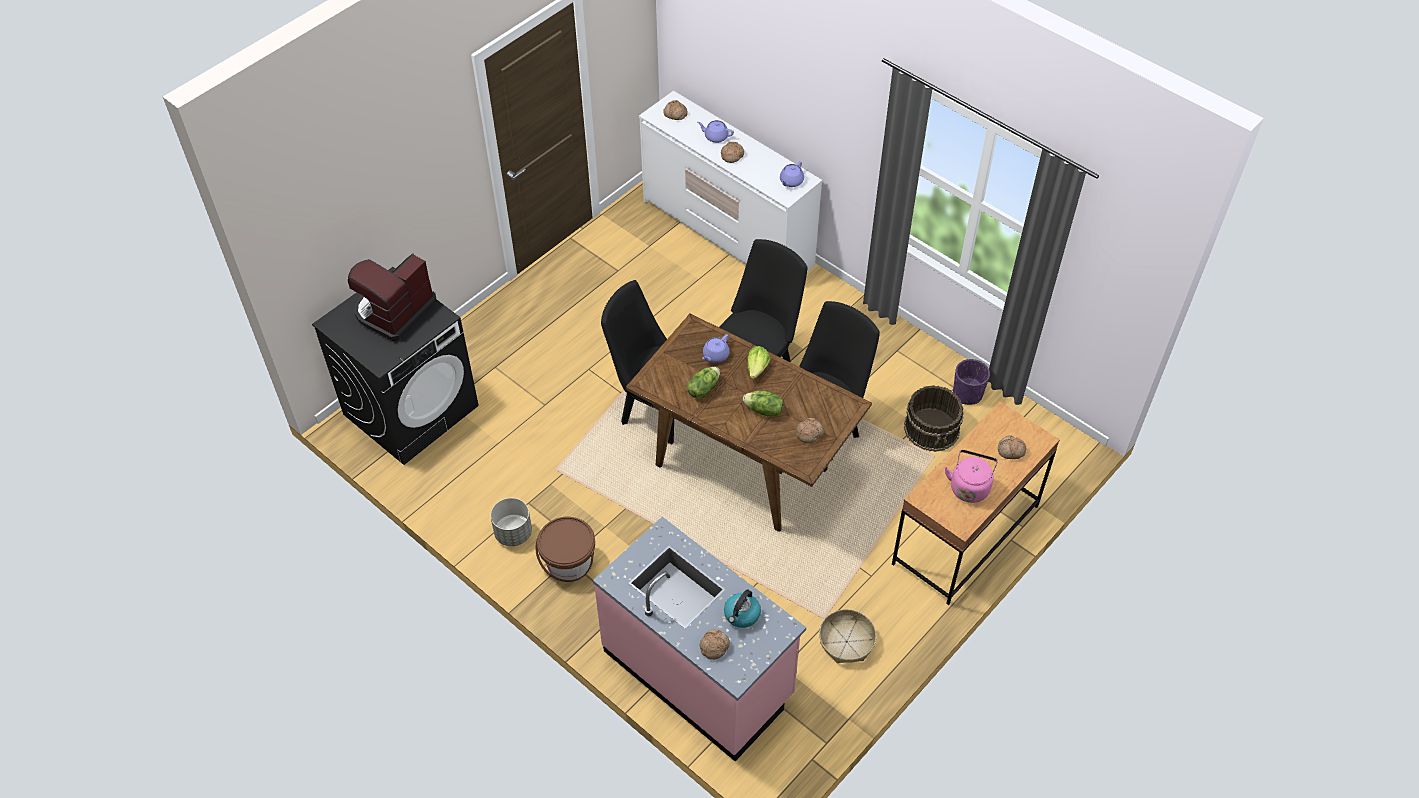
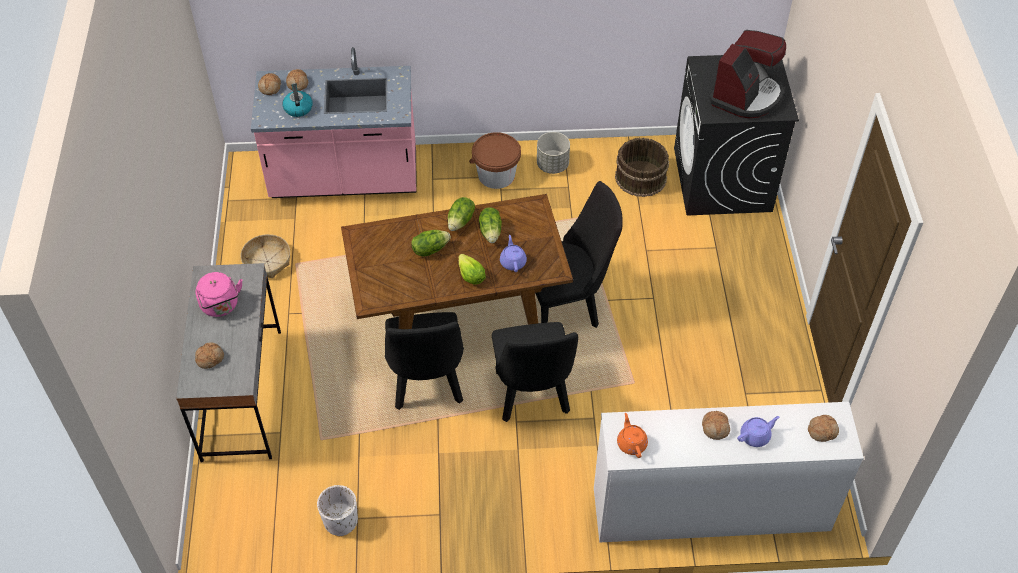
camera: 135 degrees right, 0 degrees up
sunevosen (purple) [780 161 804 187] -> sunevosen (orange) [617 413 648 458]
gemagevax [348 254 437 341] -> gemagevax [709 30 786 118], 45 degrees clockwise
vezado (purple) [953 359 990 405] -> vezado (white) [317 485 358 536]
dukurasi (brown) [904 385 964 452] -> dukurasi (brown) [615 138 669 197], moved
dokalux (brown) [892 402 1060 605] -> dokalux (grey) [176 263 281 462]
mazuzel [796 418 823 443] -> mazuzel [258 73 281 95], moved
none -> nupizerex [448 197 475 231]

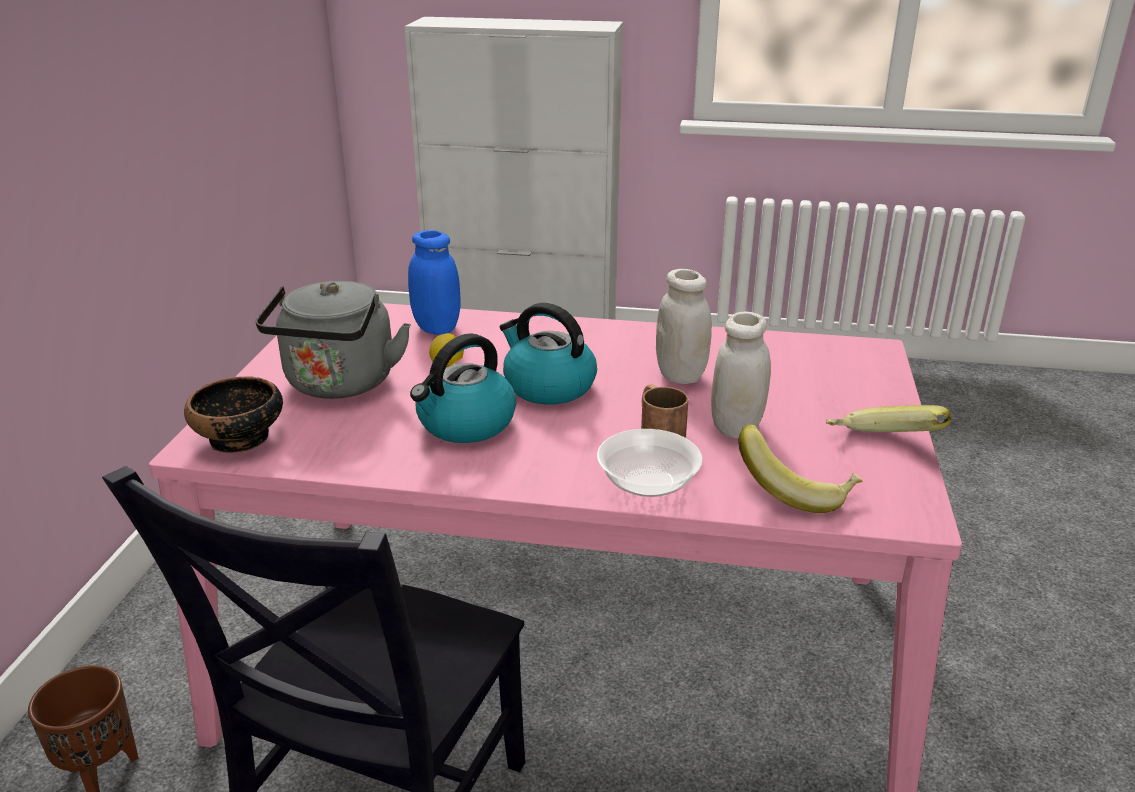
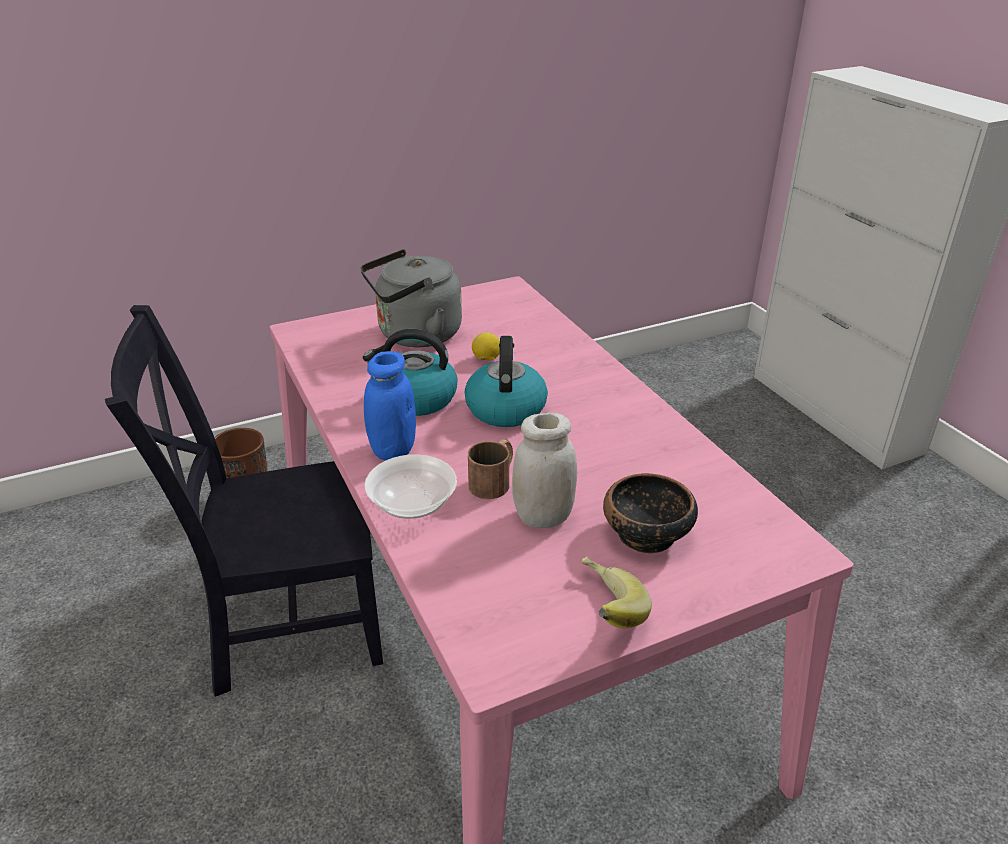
camera: 55 degrees right, 5 degrees up
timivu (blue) [408 230 460 335] -> timivu (blue) [364 351 416 461], moved
timivu (white) [656 269 712 384] -> none
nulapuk [184 376 283 453] -> nulapuk [603 473 698 553], moved
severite [738 424 863 513] -> none

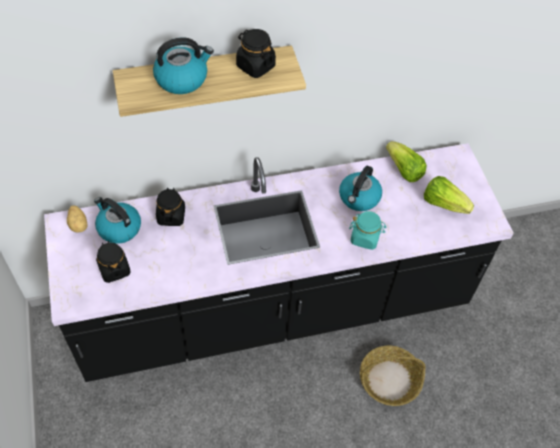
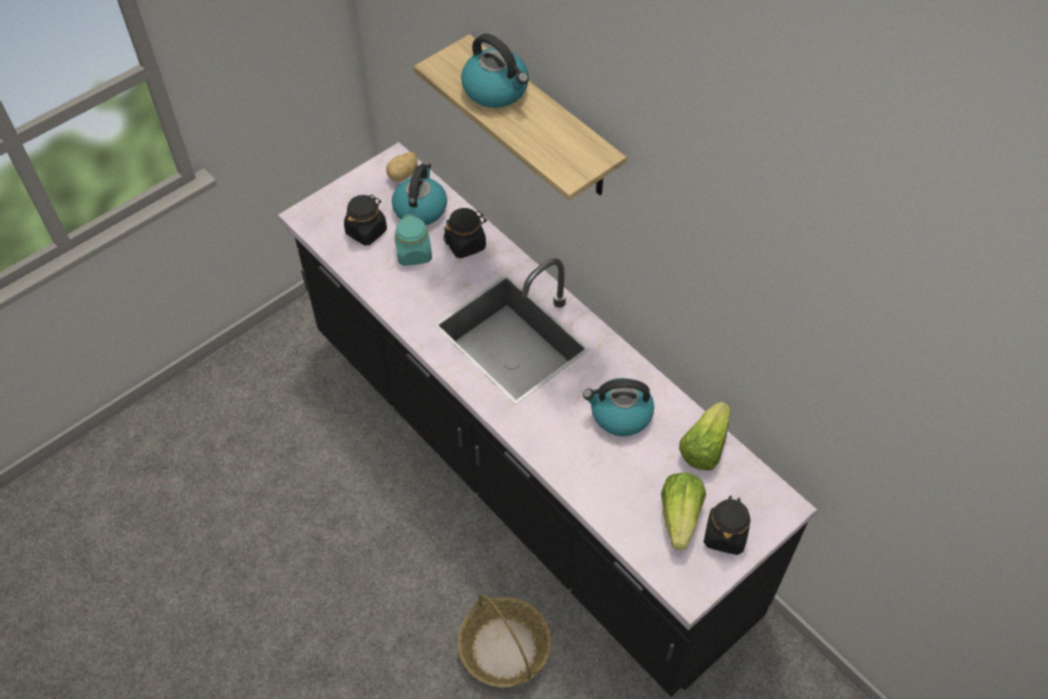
camera: 65 degrees right, 0 degrees up
timivu (black) [236 29 276 78] -> timivu (black) [704 495 750 555], moved
timivu (turquoise) [349 211 387 250] -> timivu (turquoise) [394 214 432 266], moved

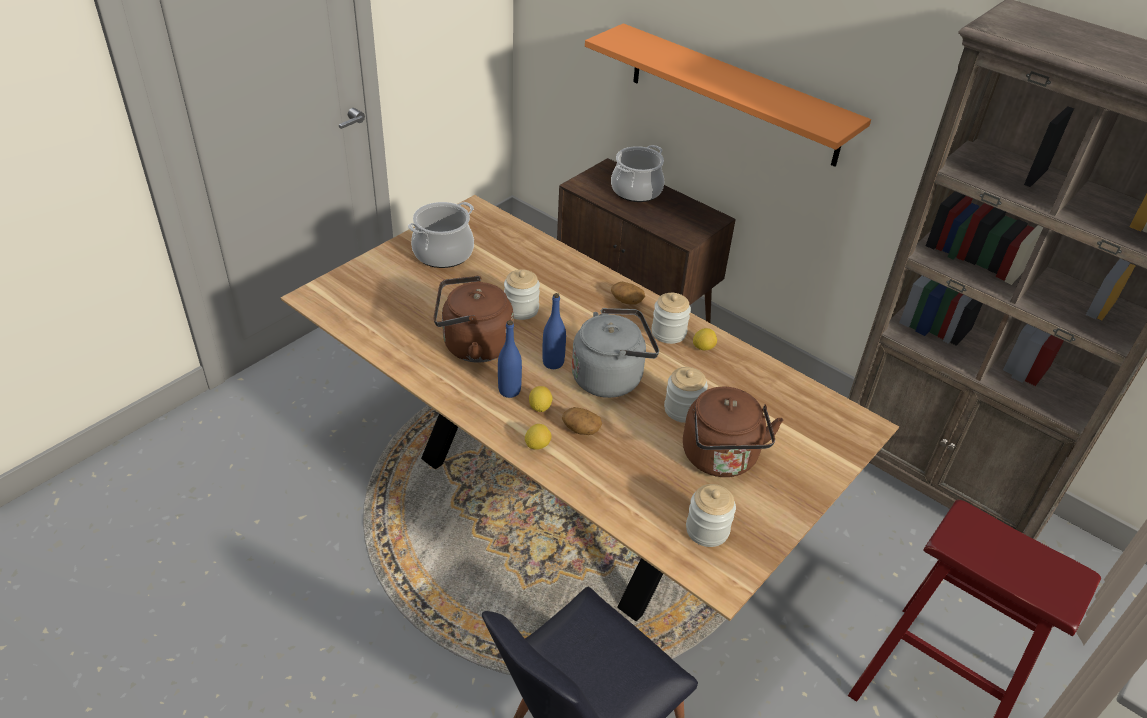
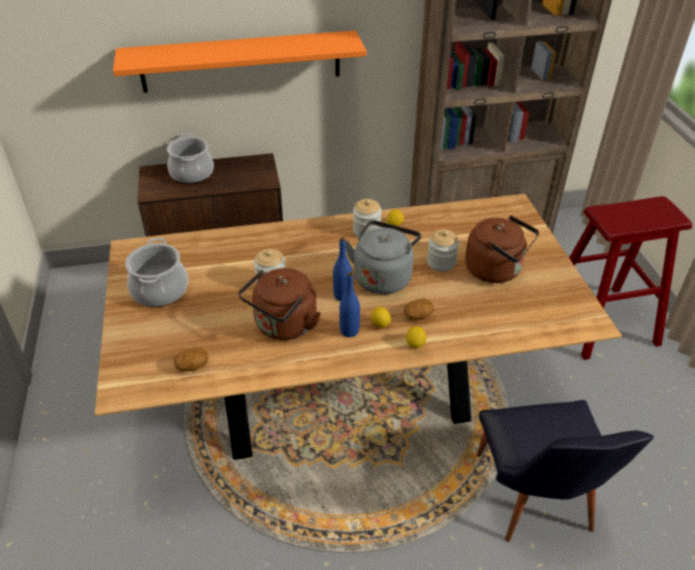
camera: 50 degrees left, 0 degrees up
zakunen [611 282 645 305] -> zakunen [174 348 208 371], moved
timivu [686 484 736 547] -> none

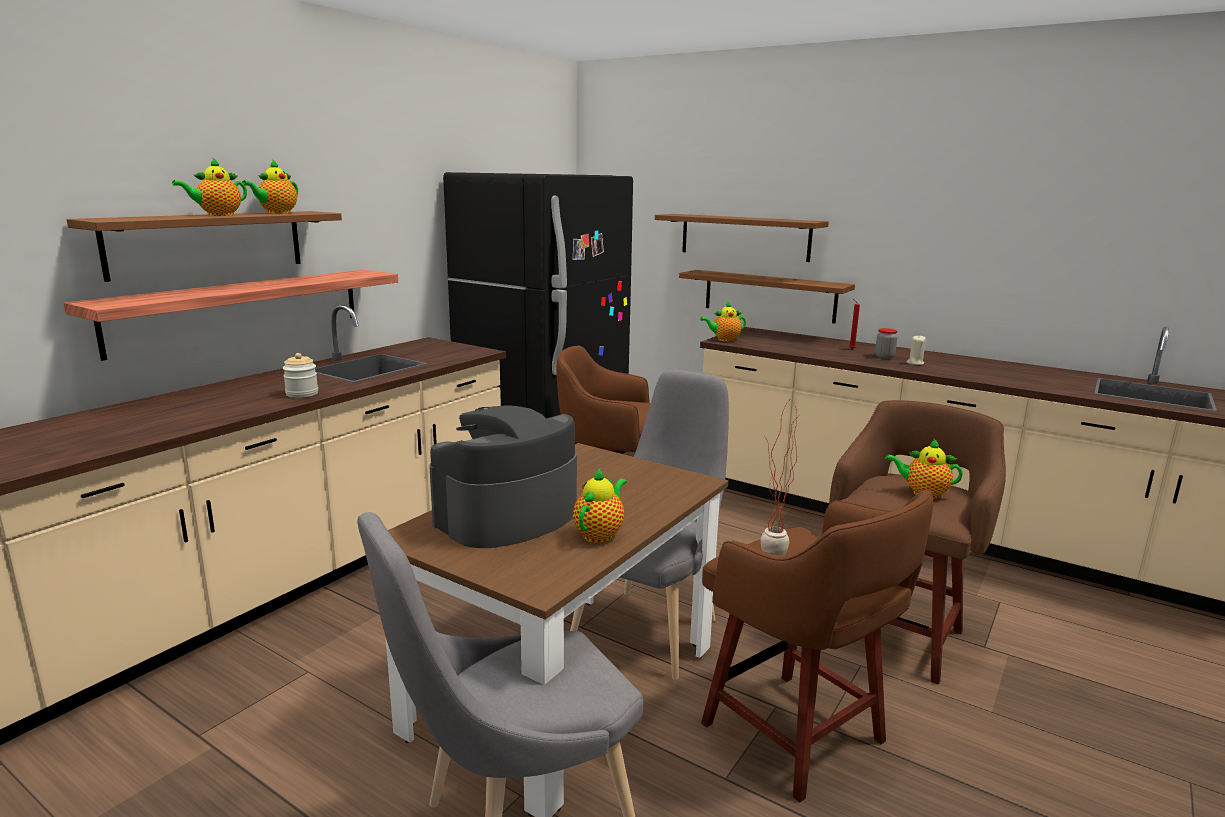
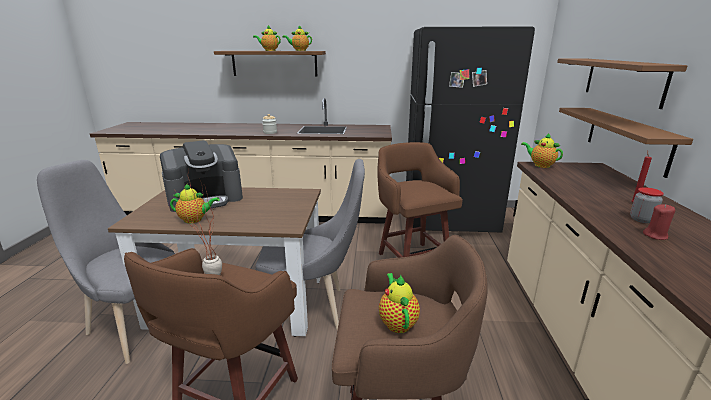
camera: 60 degrees right, 5 degrees up
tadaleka [64 270 398 361] -> none
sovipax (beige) [907 336 926 365] -> sovipax (red) [643 204 675 240]
gemagevax [429 405 577 548] -> gemagevax [160 140 243 212], 135 degrees clockwise

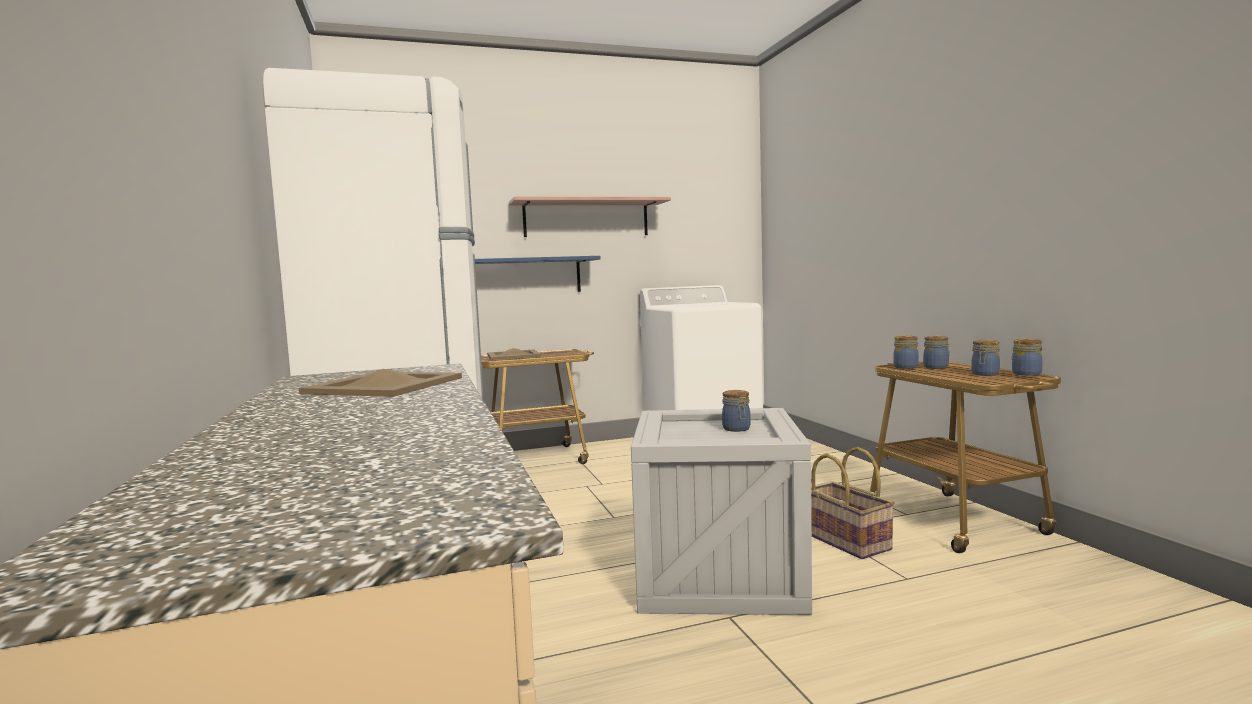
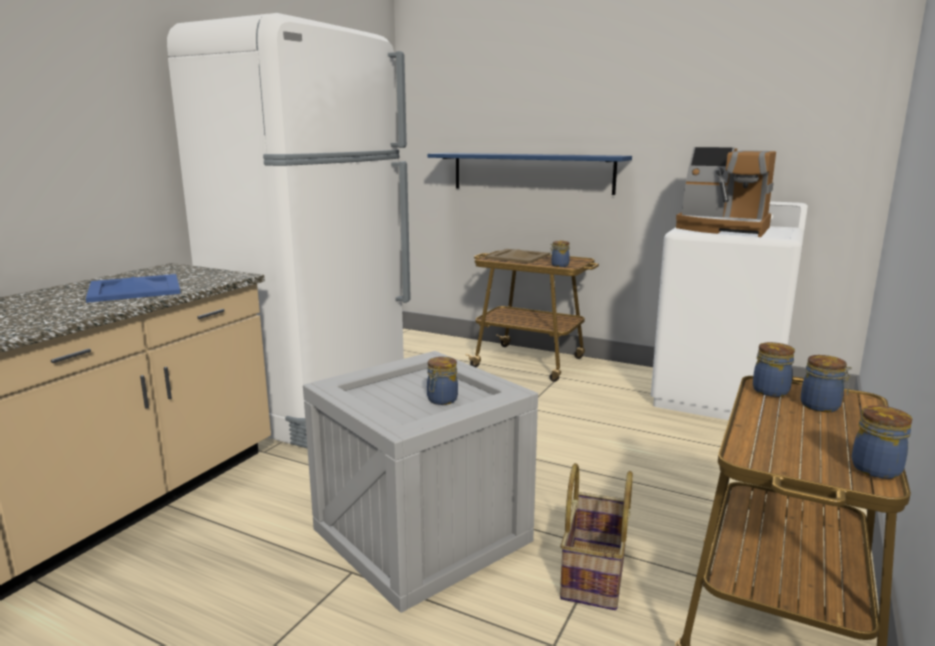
camera: 45 degrees right, 10 degrees up
tadaleka [509 196 671 237] -> none
timivu [971 339 1000 376] -> timivu [550 241 570 267], moved
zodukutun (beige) [299 369 462 397] -> zodukutun (blue) [86 274 181 303]
none -> gemagevax [676 147 776 237]

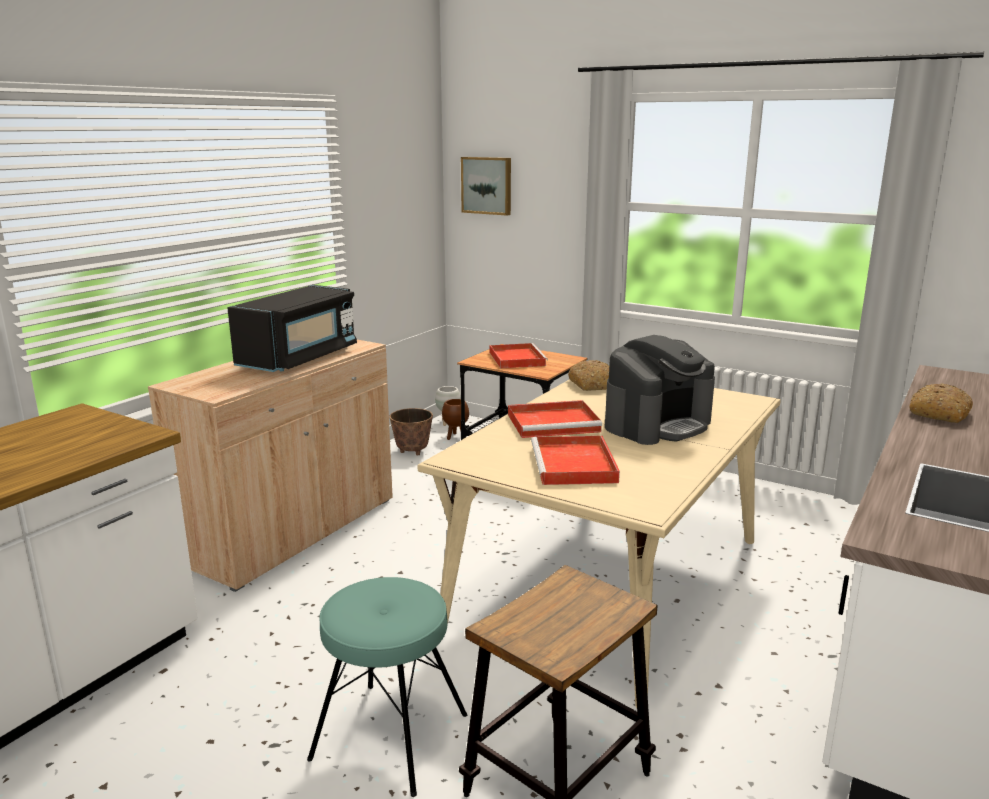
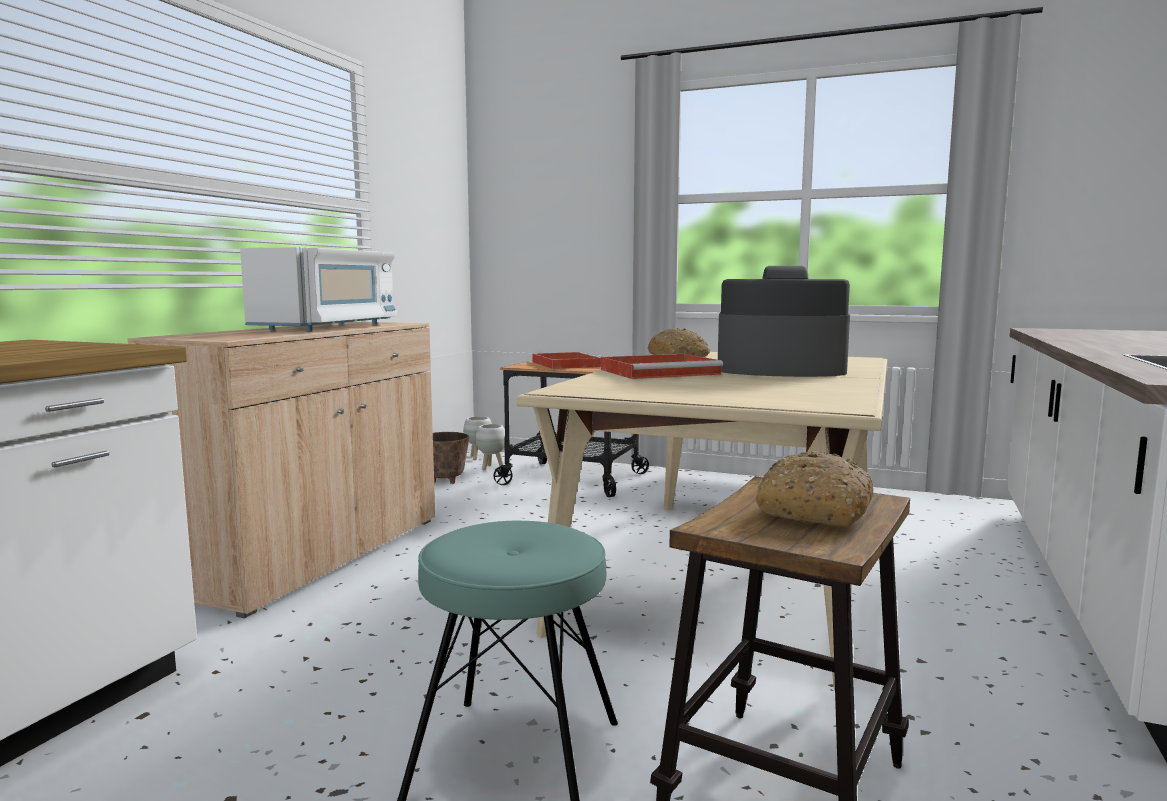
camera: 10 degrees left, 10 degrees down
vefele [461 157 511 216] -> none
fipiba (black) [228 285 357 372] -> fipiba (white) [240 247 397 331]
gemagevax [605 335 715 445] -> gemagevax [718 266 850 377], 120 degrees counterclockwise
mazuzel [909 383 973 423] -> mazuzel [756 451 873 527], moved
vezado (brown) [442 399 469 440] -> vezado (white) [476 424 505 470]
zodukutun (red) [531 436 620 485] -> none

